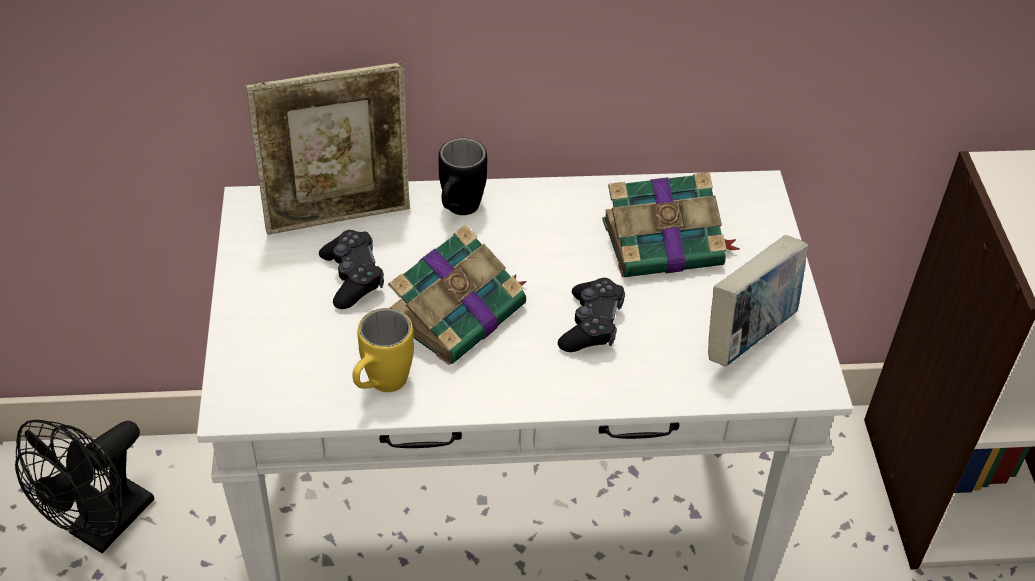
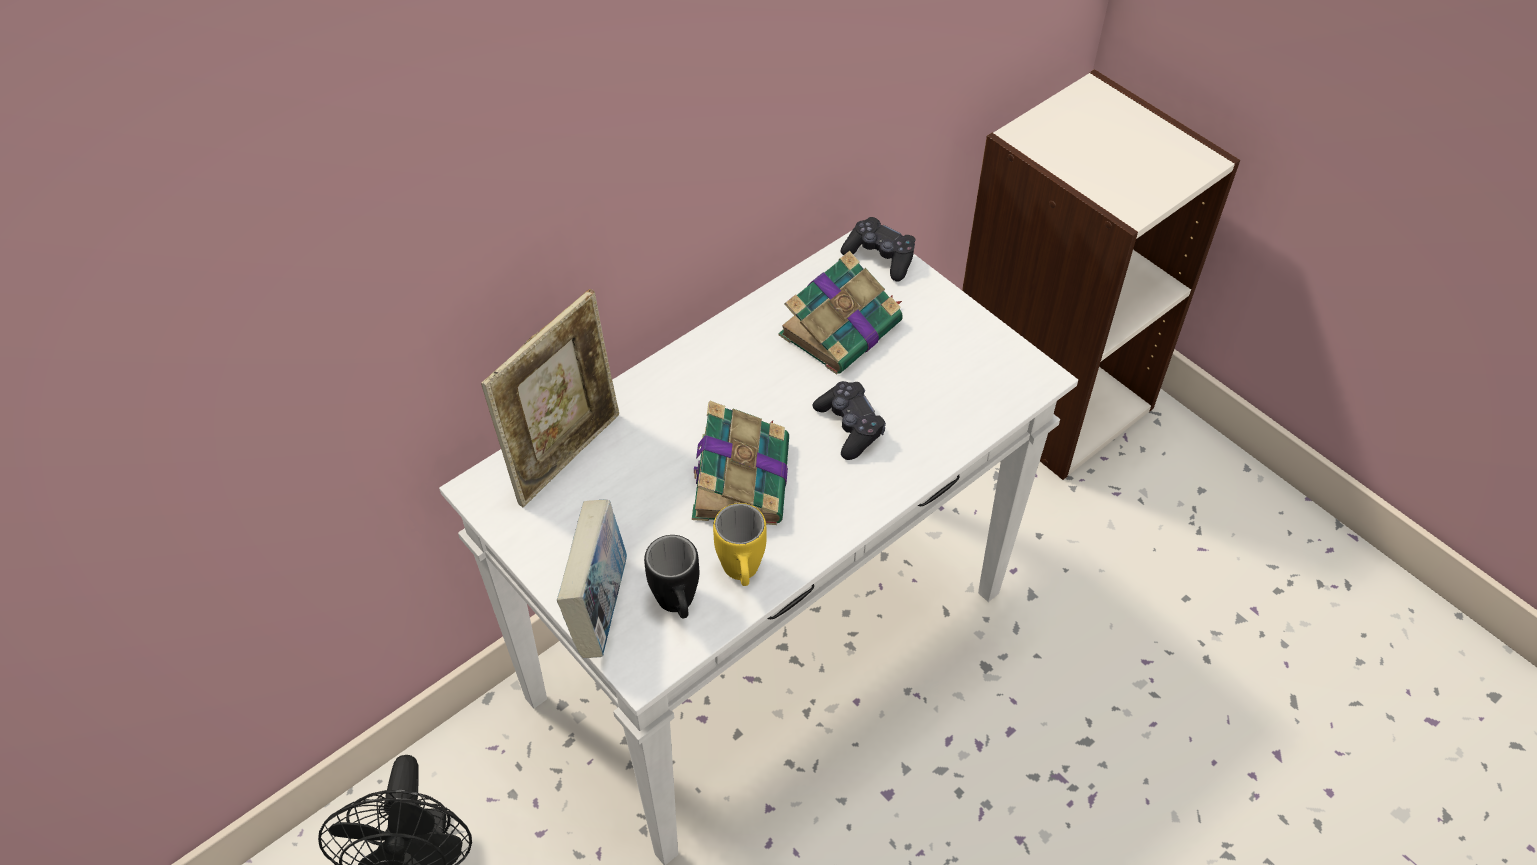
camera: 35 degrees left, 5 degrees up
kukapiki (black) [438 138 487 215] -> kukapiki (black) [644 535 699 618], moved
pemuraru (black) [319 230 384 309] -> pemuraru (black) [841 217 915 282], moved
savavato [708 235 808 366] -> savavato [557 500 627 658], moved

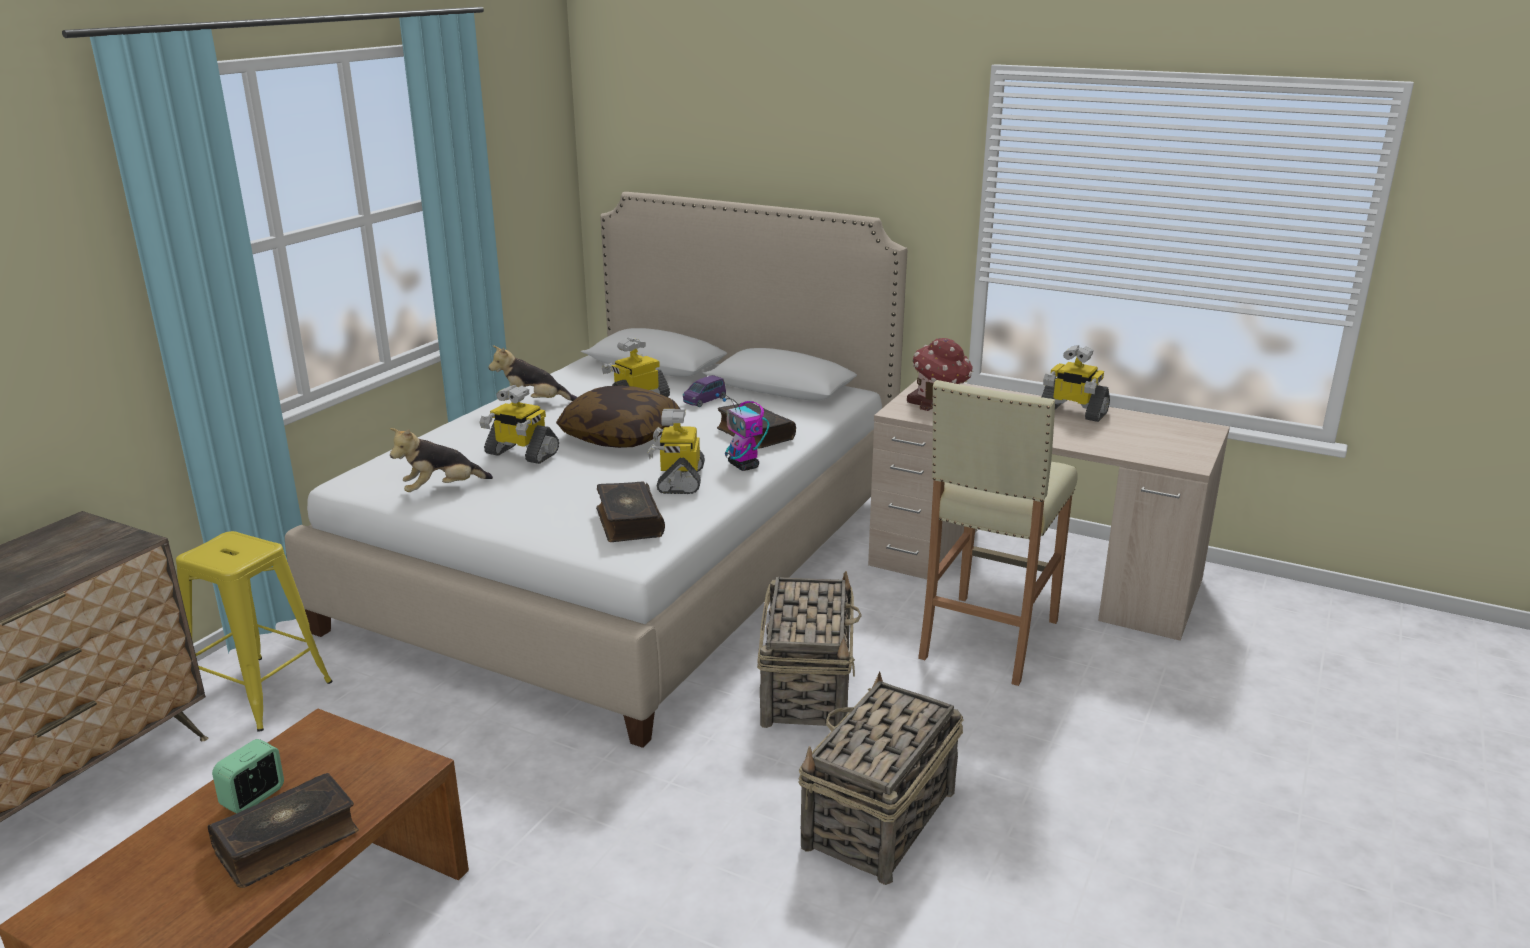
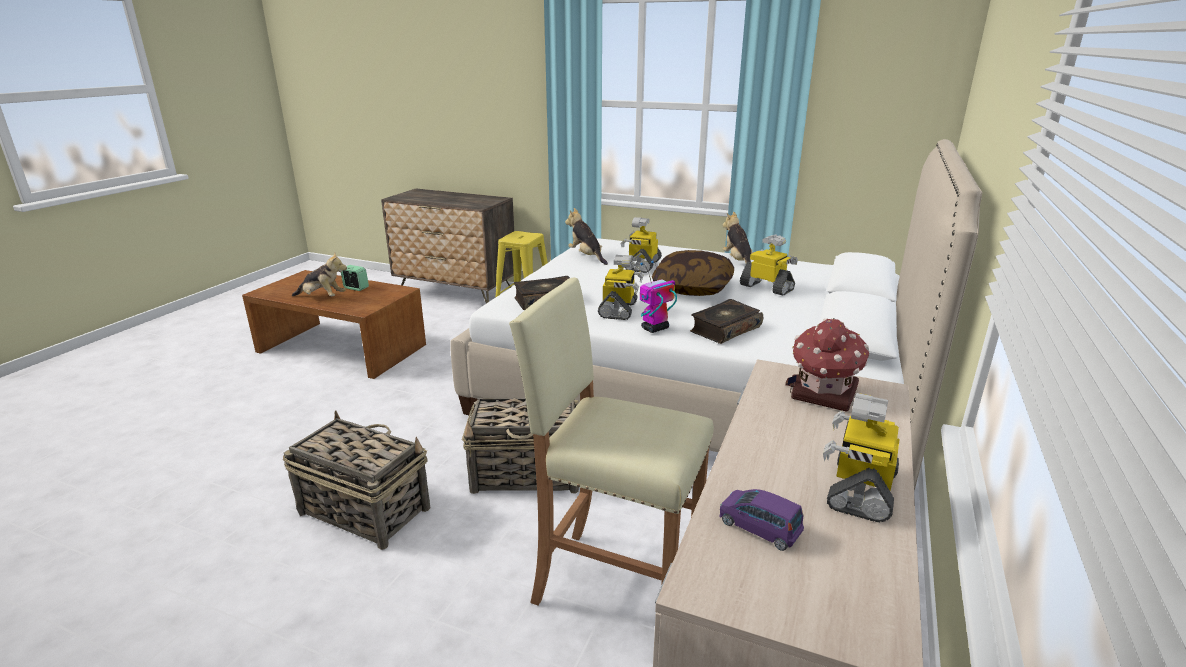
camera: 85 degrees right, 0 degrees up
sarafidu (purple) [683 375 726 407] -> sarafidu (purple) [720 489 804 551], moved
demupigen [648 409 705 494] -> demupigen [598 255 644 320], 105 degrees clockwise
savavato [208 773 359 888] -> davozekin [292 253 347 296]

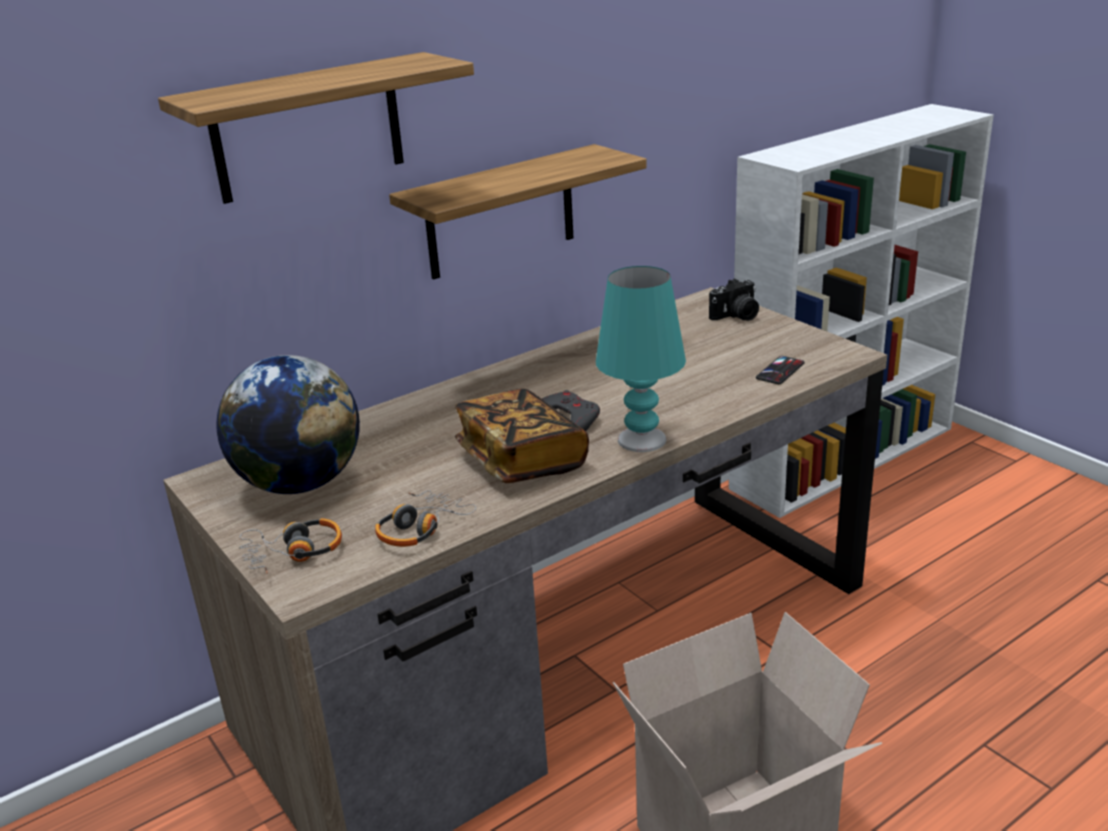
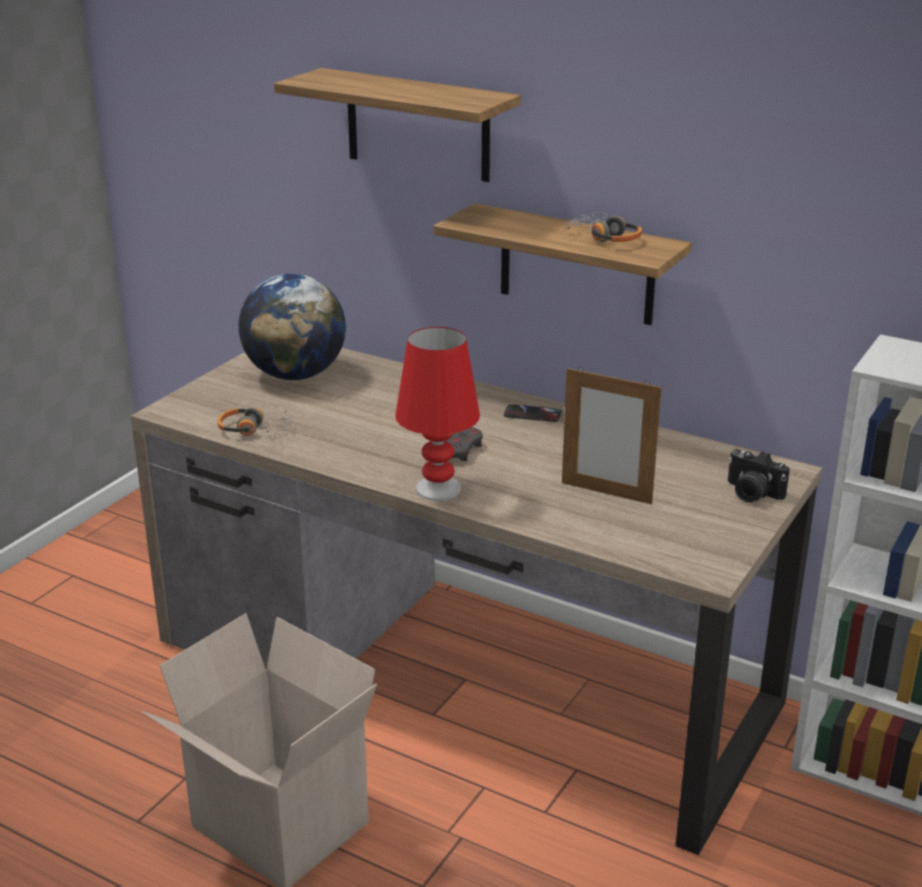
camera: 65 degrees right, 0 degrees up
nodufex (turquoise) [596 266 686 452] -> nodufex (red) [395 327 480 501]
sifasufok [756 356 805 384] -> sifasufok [504 404 562 422], moved
savavato [455 389 589 483] -> none
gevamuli [238 518 342 574] -> gevamuli [564 212 642 242], moved
none -> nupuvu [562 366 662 505]

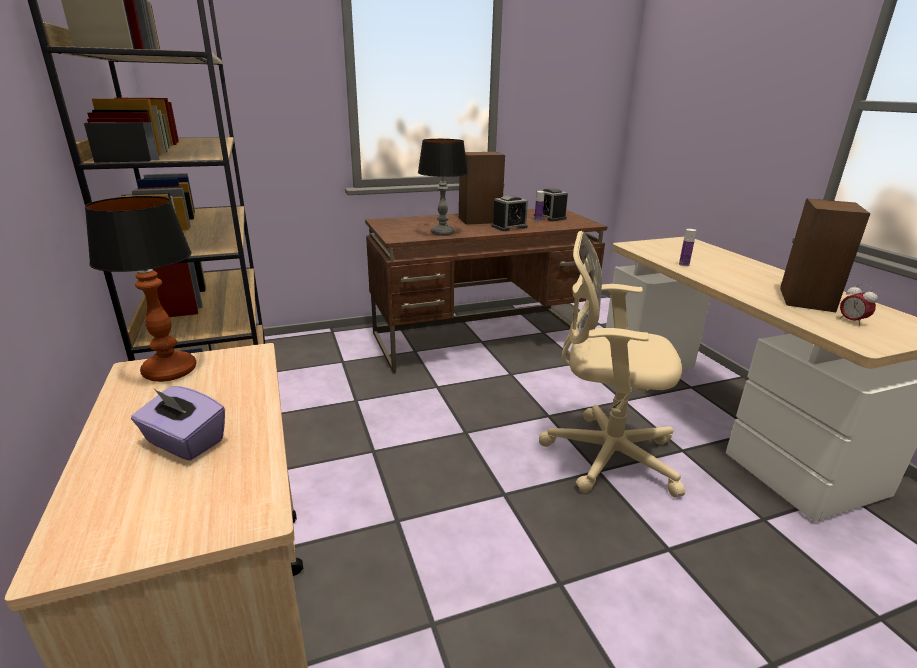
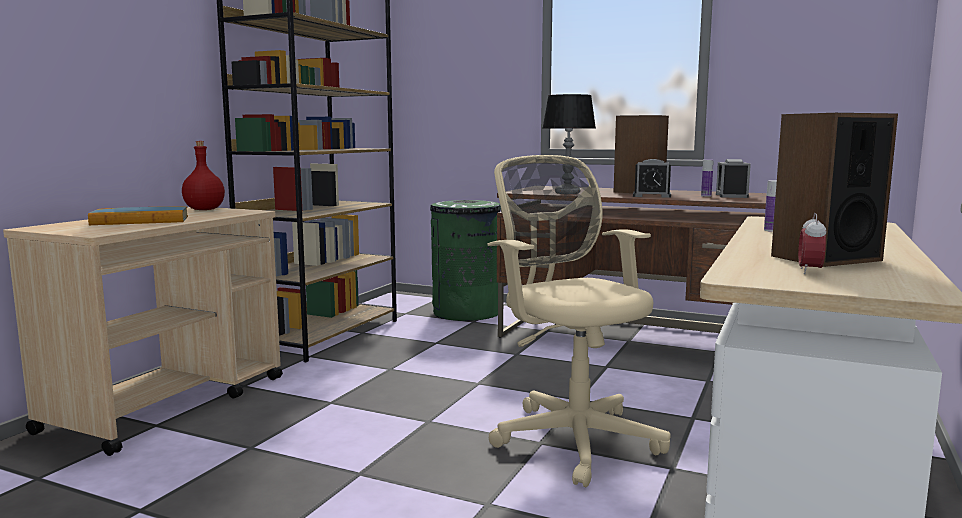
camera: 45 degrees right, 15 degrees down
nodufex [85 196 196 382] -> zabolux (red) [182 141 225 210]
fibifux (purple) [131 386 225 461] -> savavato [88 206 188 225]
none -> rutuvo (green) [430 200 501 321]

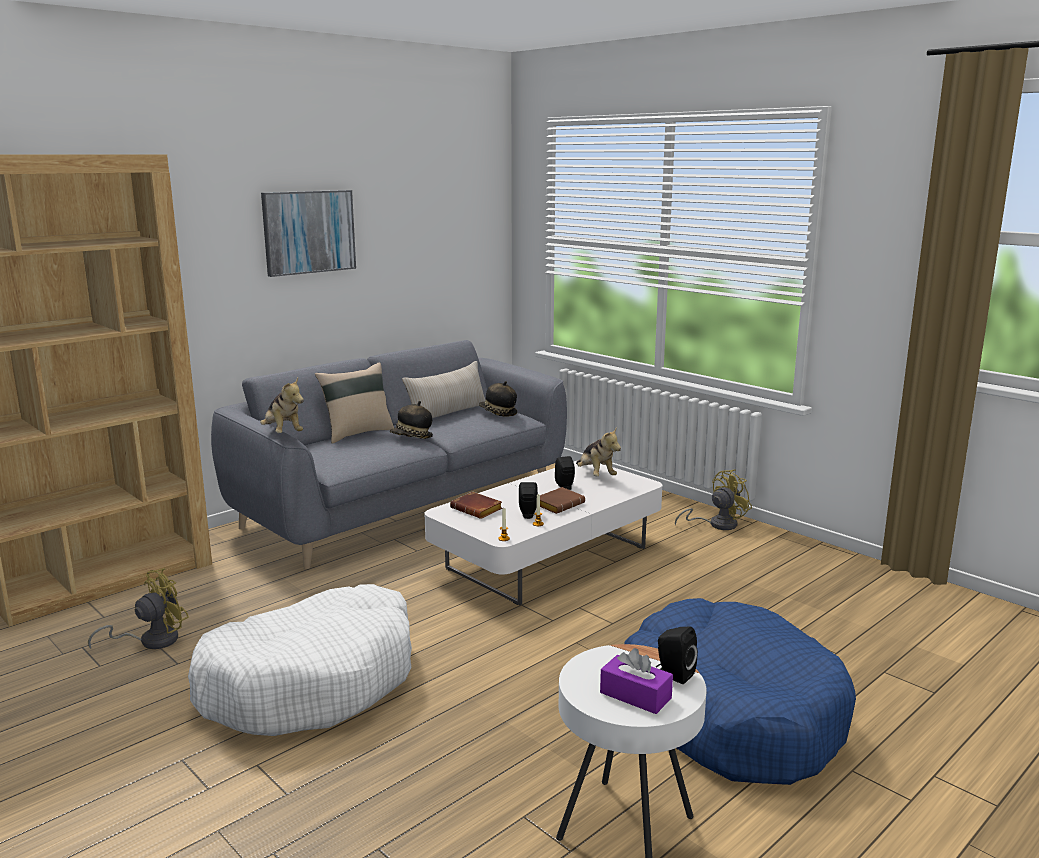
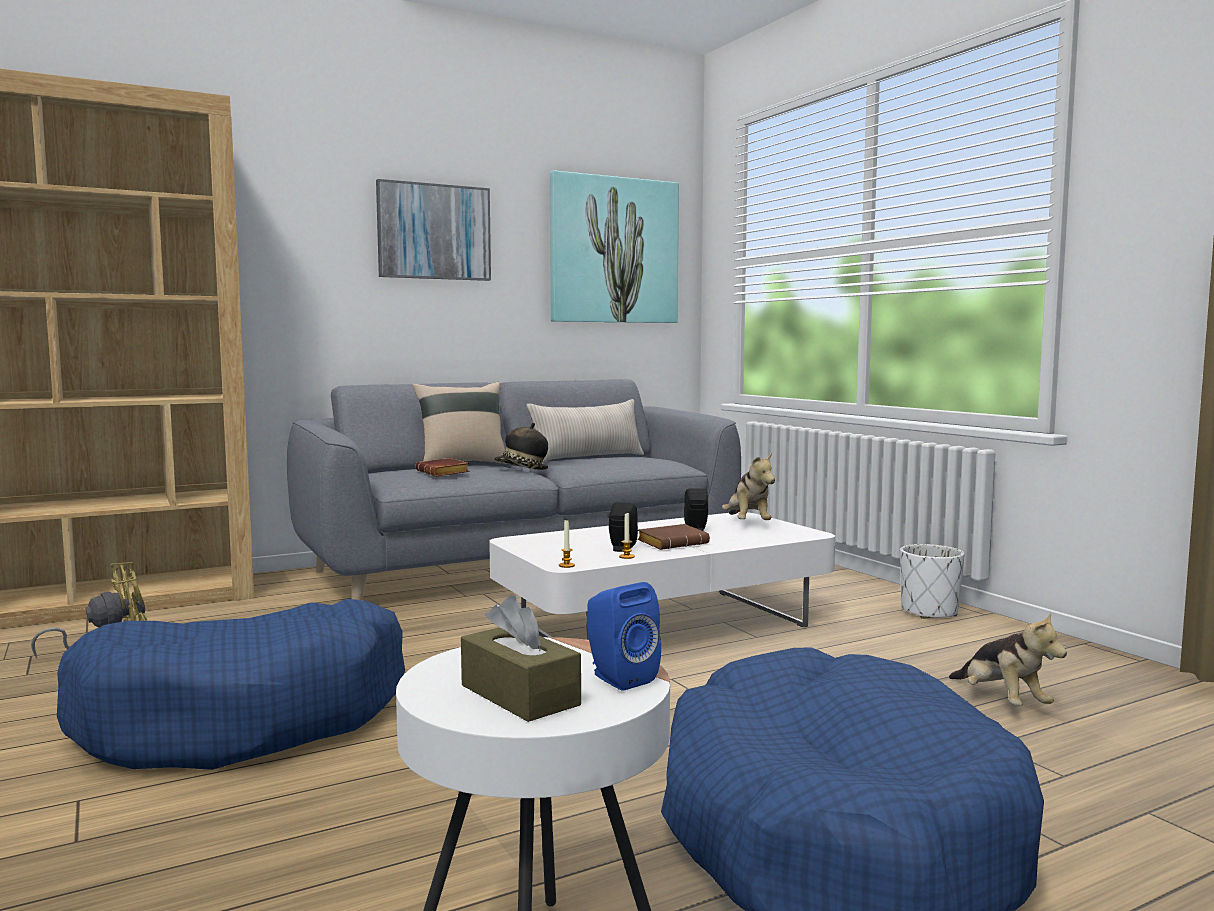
camera: 15 degrees right, 10 degrees down
davozekin [260 378 304 433] -> davozekin [949 612 1067 706], moved
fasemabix [479 381 517 417] -> none
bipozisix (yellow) [675 469 752 530] -> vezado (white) [900 544 964 619]
savavato (brown) [450 492 502 519] -> savavato (brown) [416 458 470 476], moved
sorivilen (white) [188 584 412 736] -> sorivilen (blue) [57 599 405 770]
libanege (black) [656 627 698 684] -> libanege (blue) [587 582 661 691]
fibifux (purple) [600 648 673 714] -> fibifux (brown) [461 595 581 722]
none -> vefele [550 170 679 323]

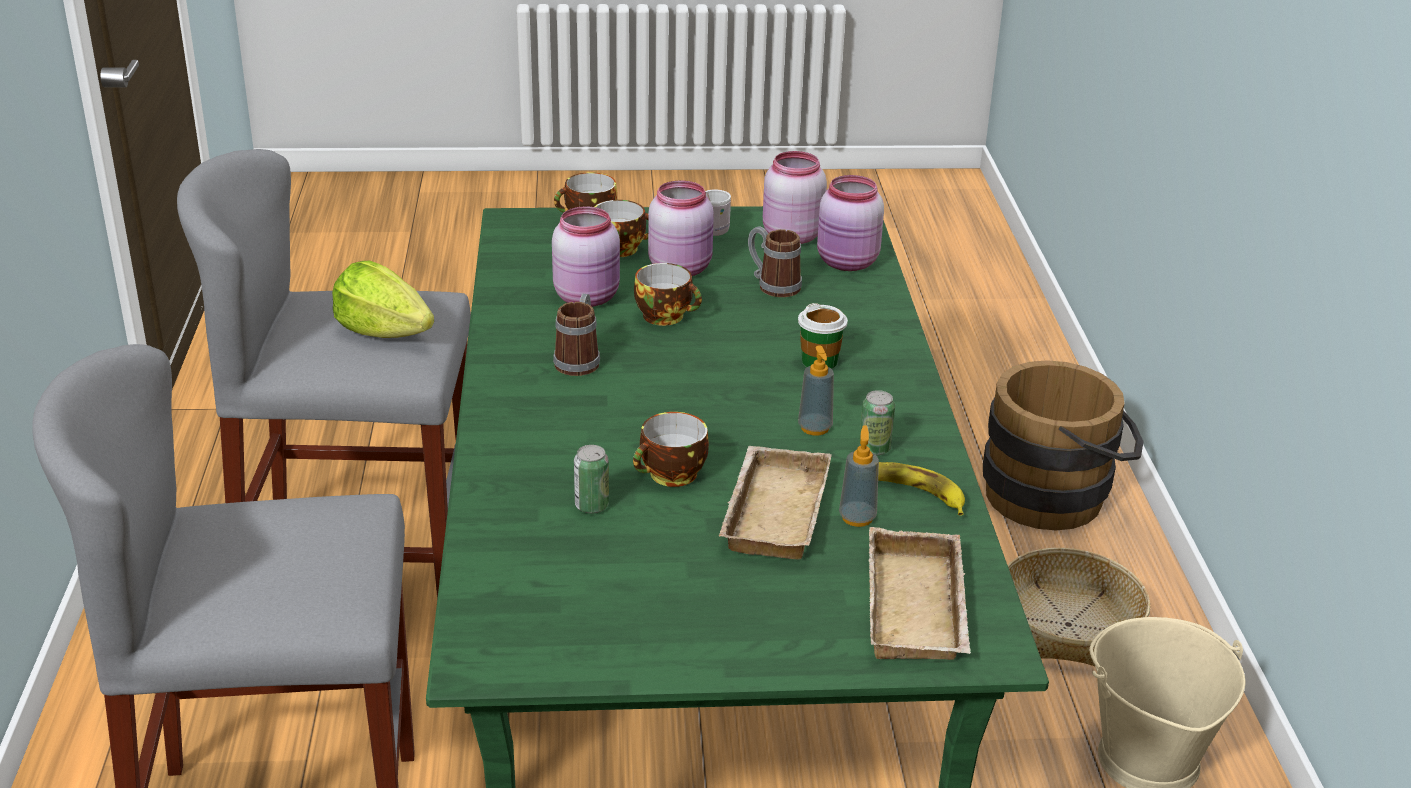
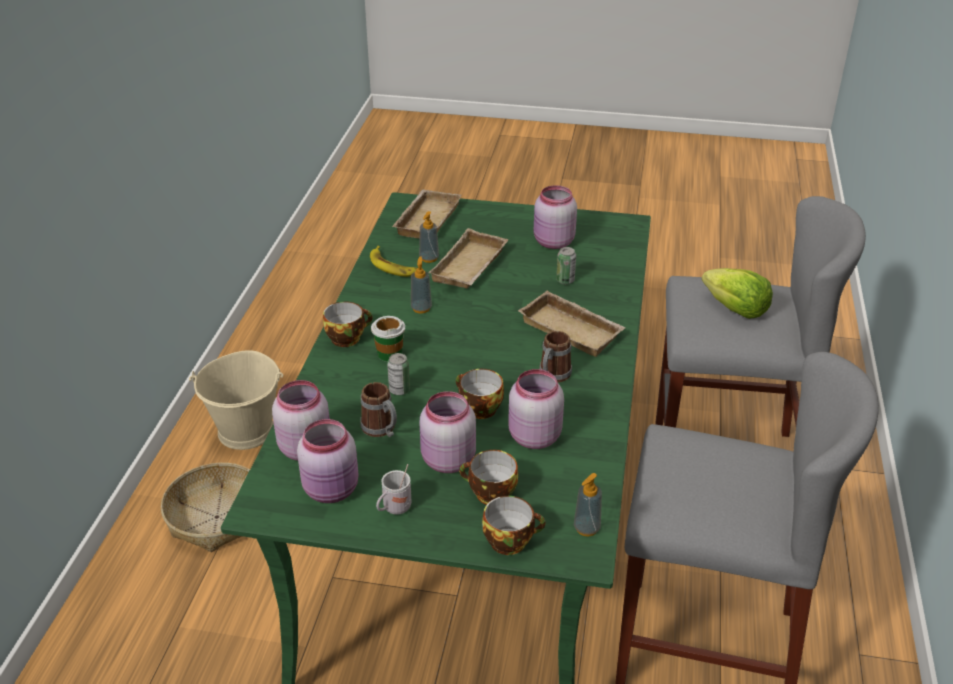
camera: 165 degrees left, 5 degrees up
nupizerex [332 261 434 338] -> nupizerex [701 268 773 319], moved
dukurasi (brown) [983 360 1144 530] -> none
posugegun [859 390 895 456] -> posugegun [387 353 410 395], moved
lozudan [633 412 709 487] -> lozudan [323 302 372 347], moved
none -> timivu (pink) [534 185 577 249]
none -> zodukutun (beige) [518 291 626 357]
none -> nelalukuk [574 473 602 536]

